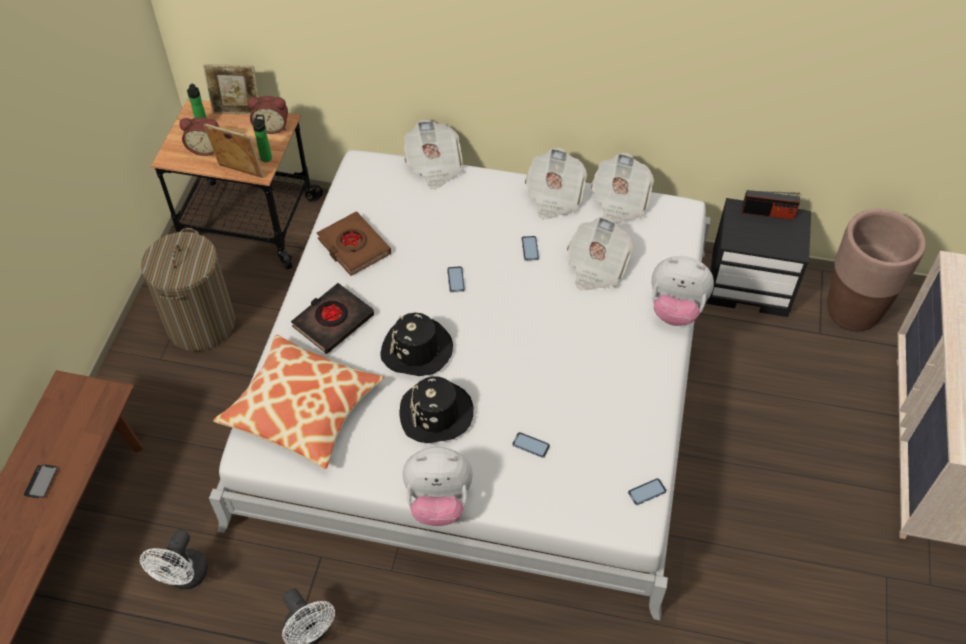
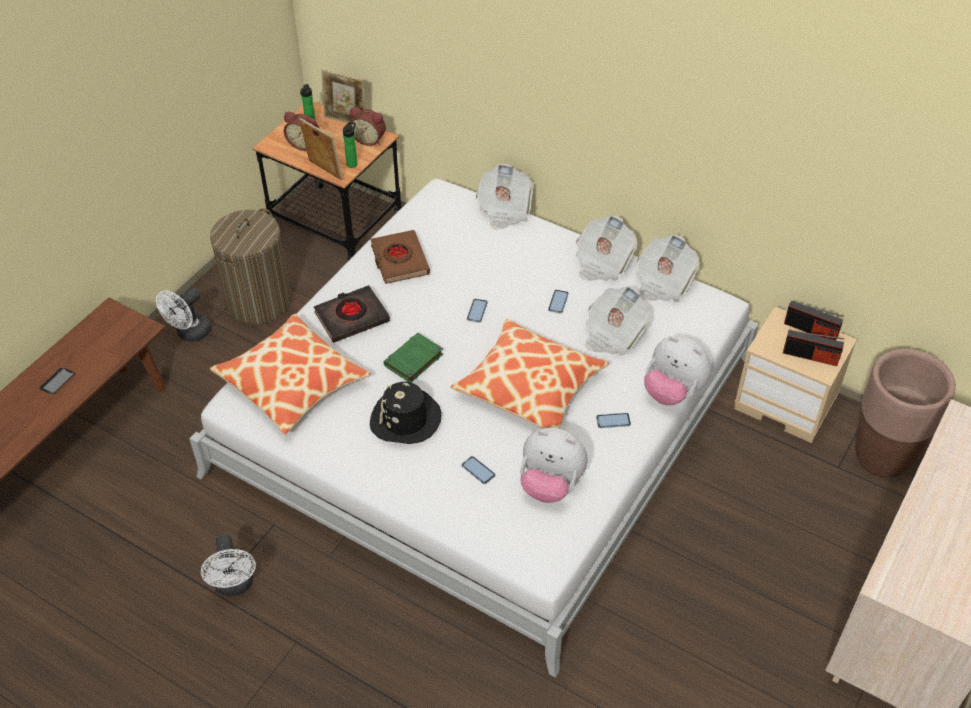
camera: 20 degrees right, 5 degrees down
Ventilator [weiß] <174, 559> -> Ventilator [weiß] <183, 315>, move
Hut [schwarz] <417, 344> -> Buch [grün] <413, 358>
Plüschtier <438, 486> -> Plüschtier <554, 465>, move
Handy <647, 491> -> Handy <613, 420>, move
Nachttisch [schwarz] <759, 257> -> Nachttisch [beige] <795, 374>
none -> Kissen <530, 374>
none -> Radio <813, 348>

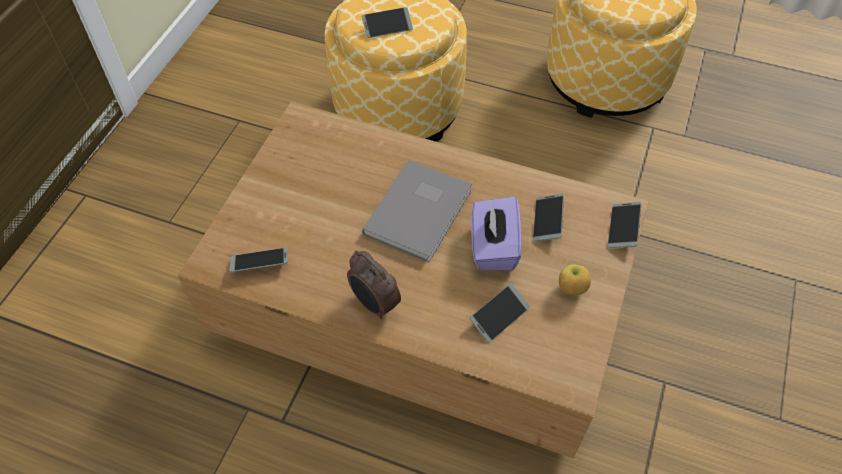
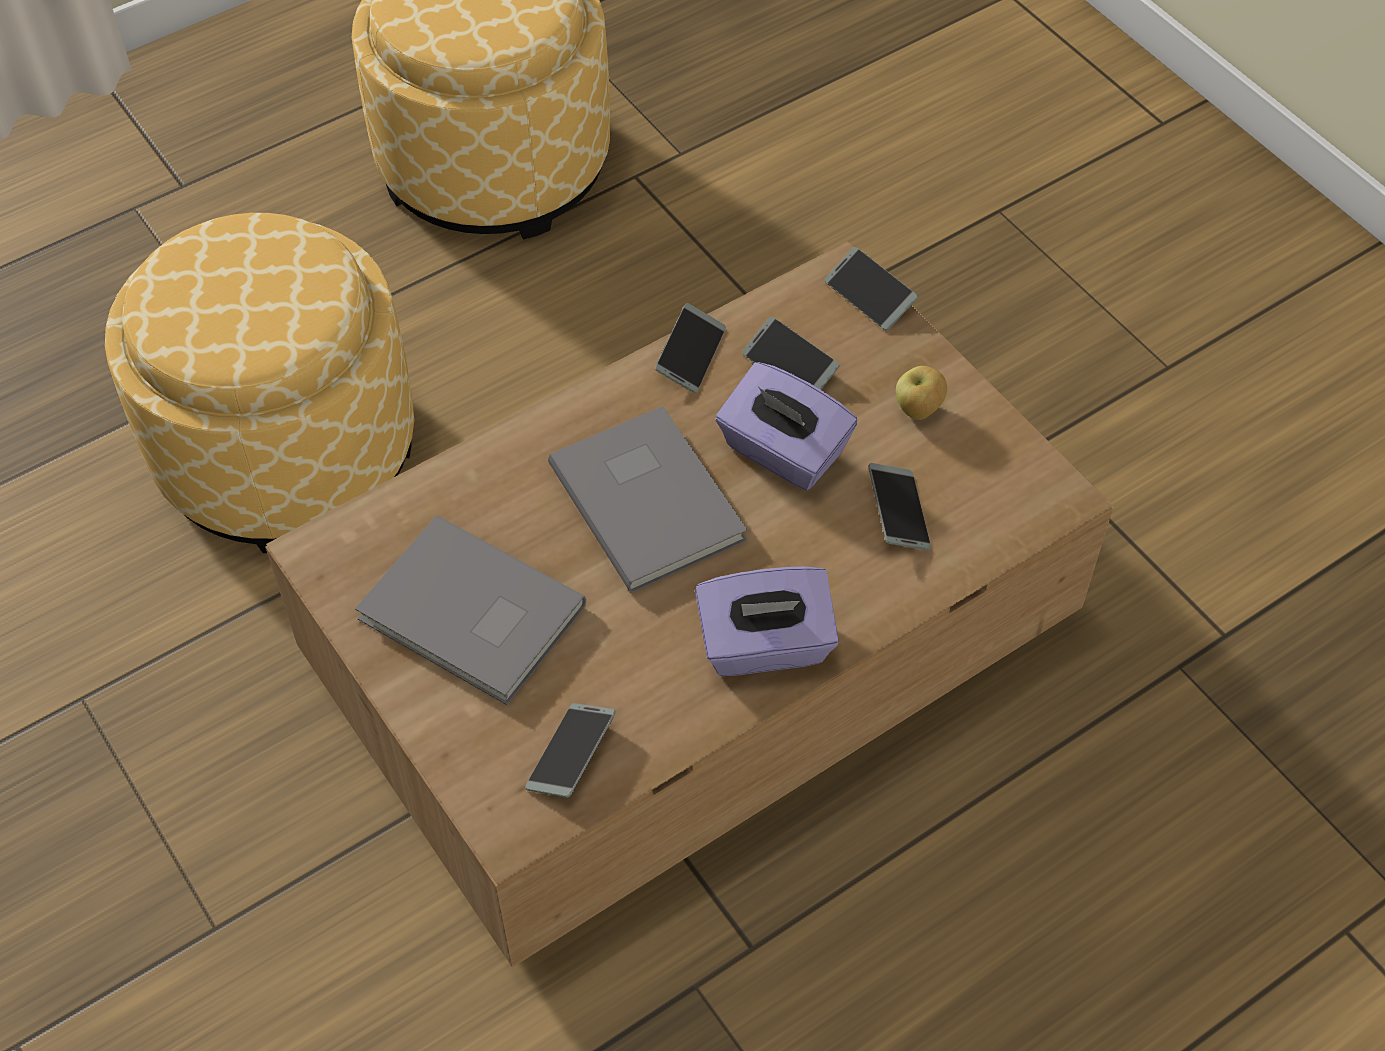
camera: 55 degrees left, 0 degrees up
Wecker <374, 285> -> Taschentuchbox [lila] <767, 621>
Handy <387, 22> -> Handy <690, 348>, move
none -> Buch [grau] <470, 610>

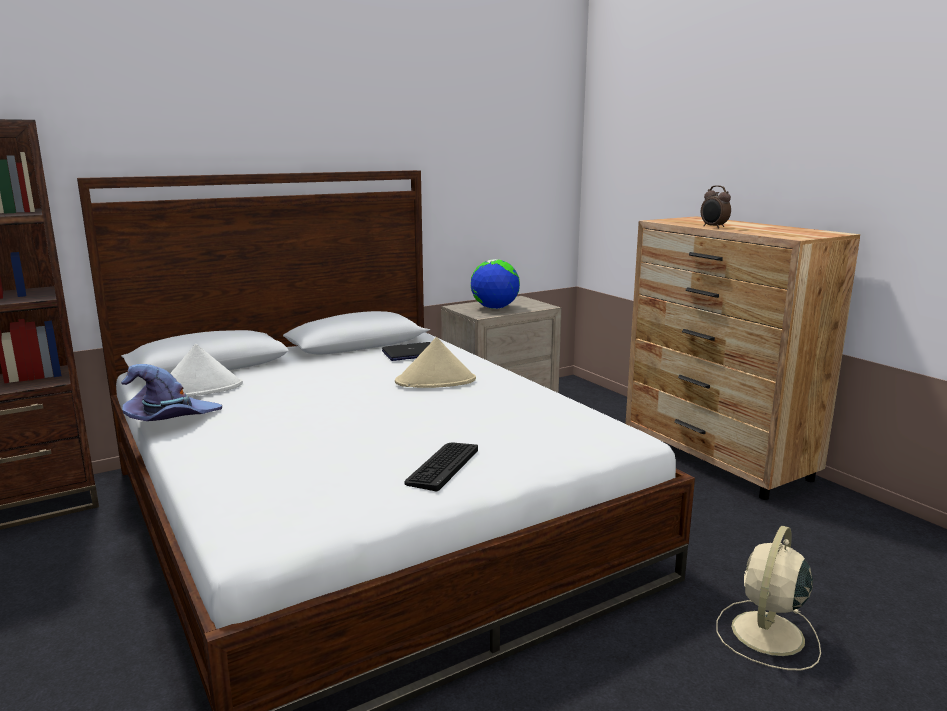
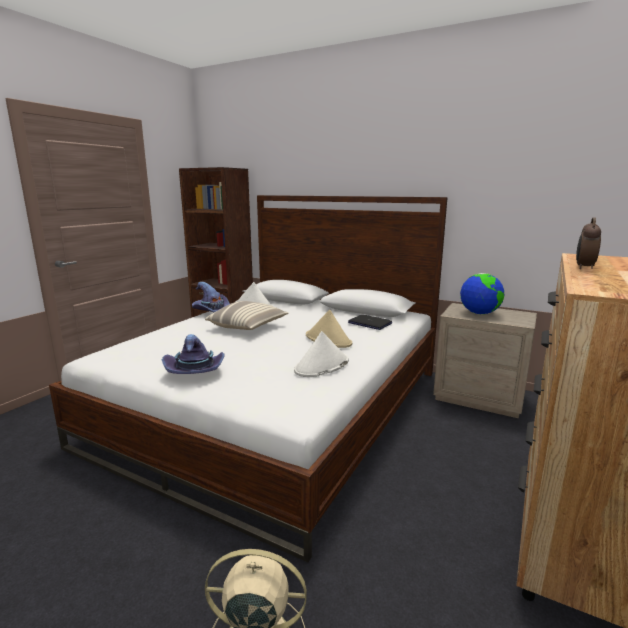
camera: 60 degrees right, 0 degrees up
Tastatur <441, 466> -> Hut [lila] <193, 354>
none -> Kissen <246, 315>
none -> Hut [weiß] <321, 354>

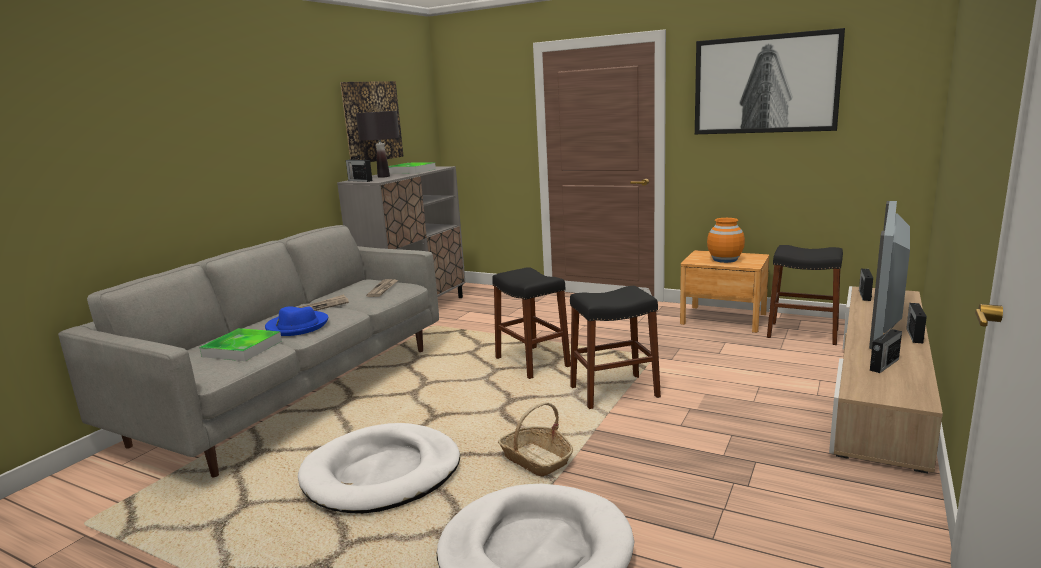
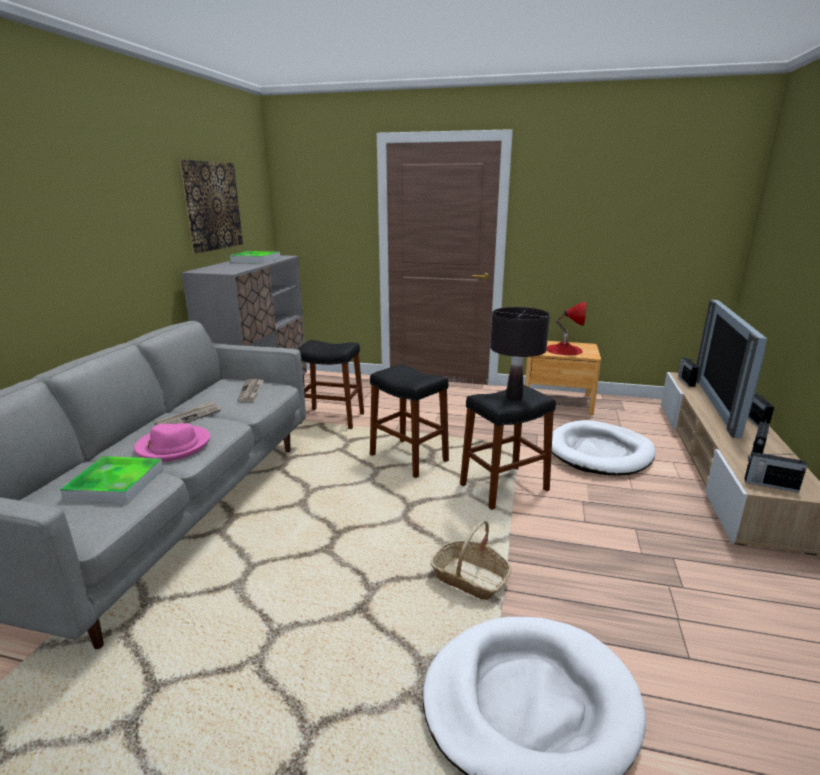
camera: 15 degrees left, 5 degrees up
Hut [blau] <296, 321> -> Hut [rosa] <172, 442>
Hundebett [weiß] <379, 468> -> Hundebett [weiß] <604, 448>, move
Radio <359, 168> -> Radio <775, 472>, move
Tischlampe [schwarz] <377, 144> -> Tischlampe [schwarz] <520, 353>, move
Bild <770, 81> -> none
Vase [orange] <726, 240> -> Tischlampe [rot] <566, 328>
Hocker [schwarz] <805, 295> -> Hocker [schwarz] <330, 384>, move

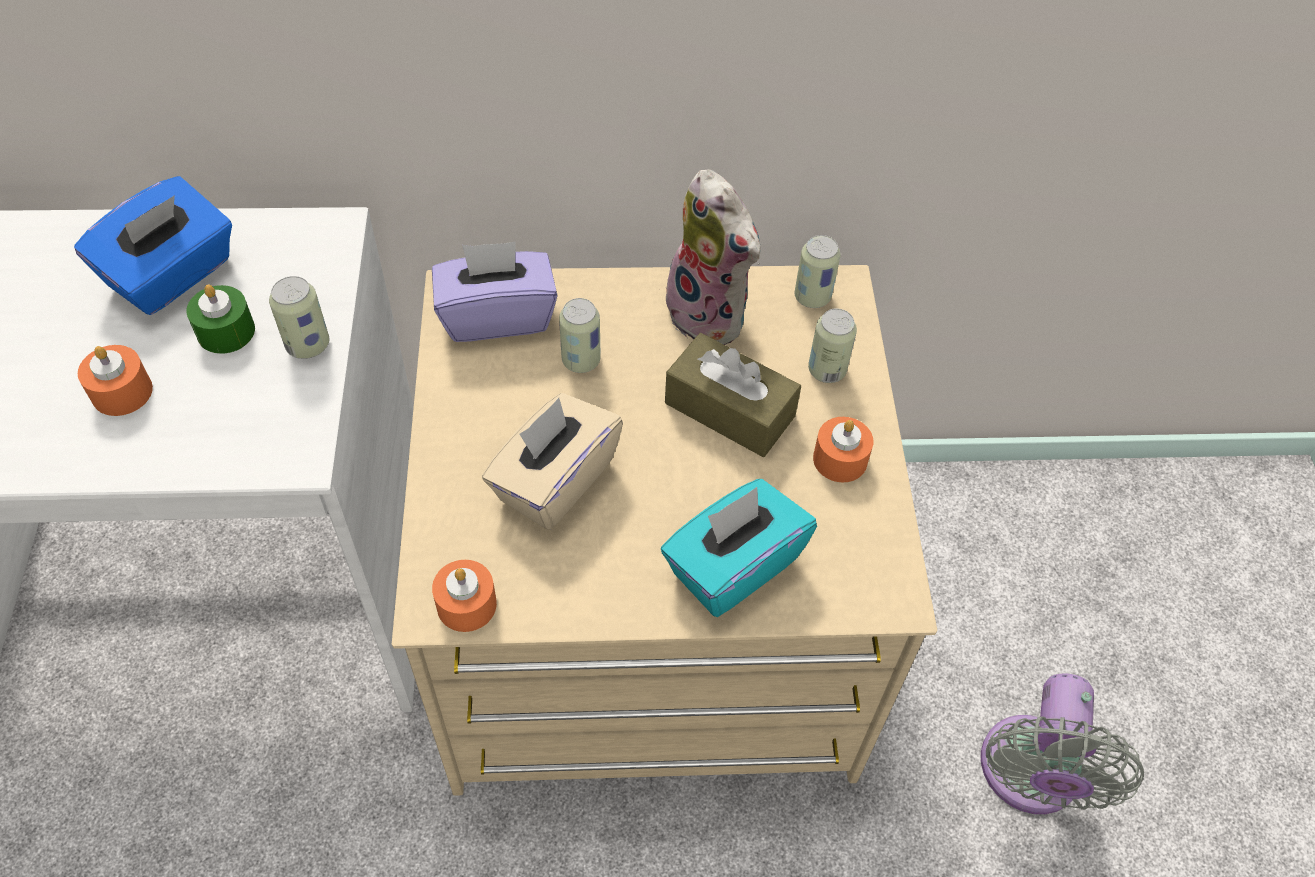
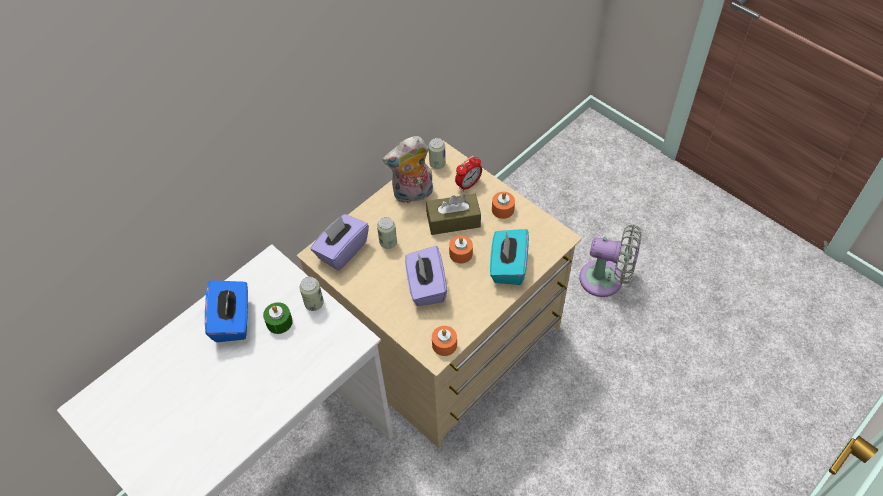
camera: 40 degrees left, 0 degrees up
Kerze [orange] <115, 380> -> Kerze [orange] <461, 249>, move
Taschentuchbox [beige] <552, 461> -> Taschentuchbox [lila] <426, 276>
Plüschtier <710, 257> -> Plüschtier <408, 169>, 150 degrees clockwise
Dose <832, 346> -> Wecker <468, 173>
Ventilator [grau] <1062, 743> -> Ventilator [grau] <610, 261>, 45 degrees counterclockwise

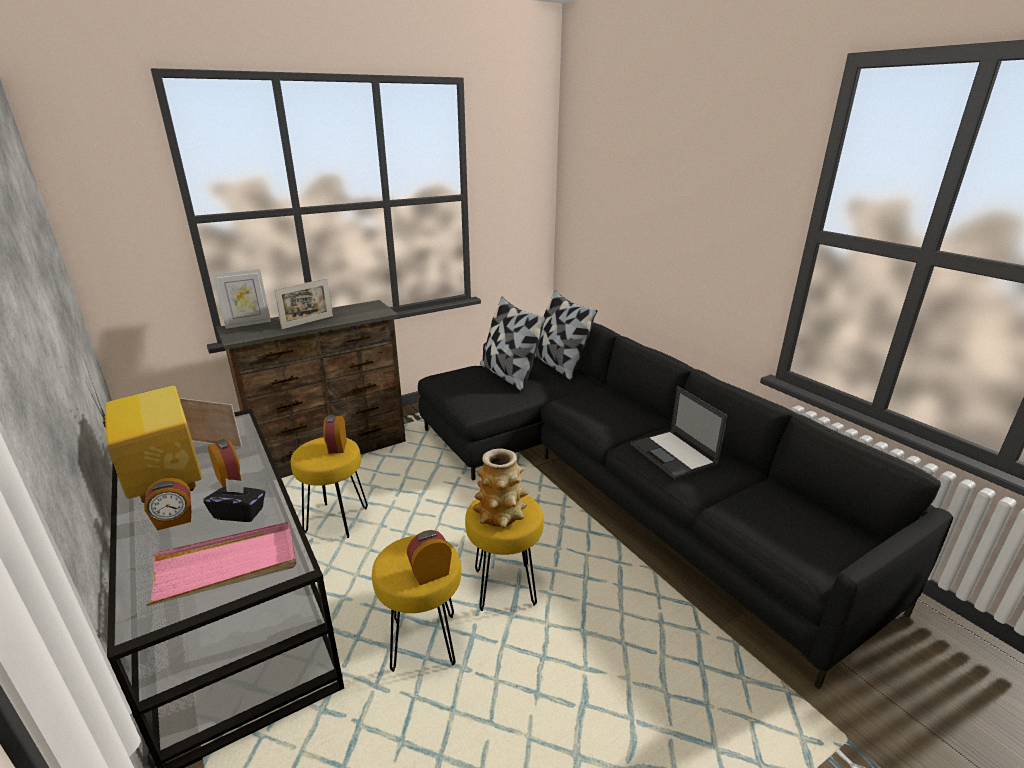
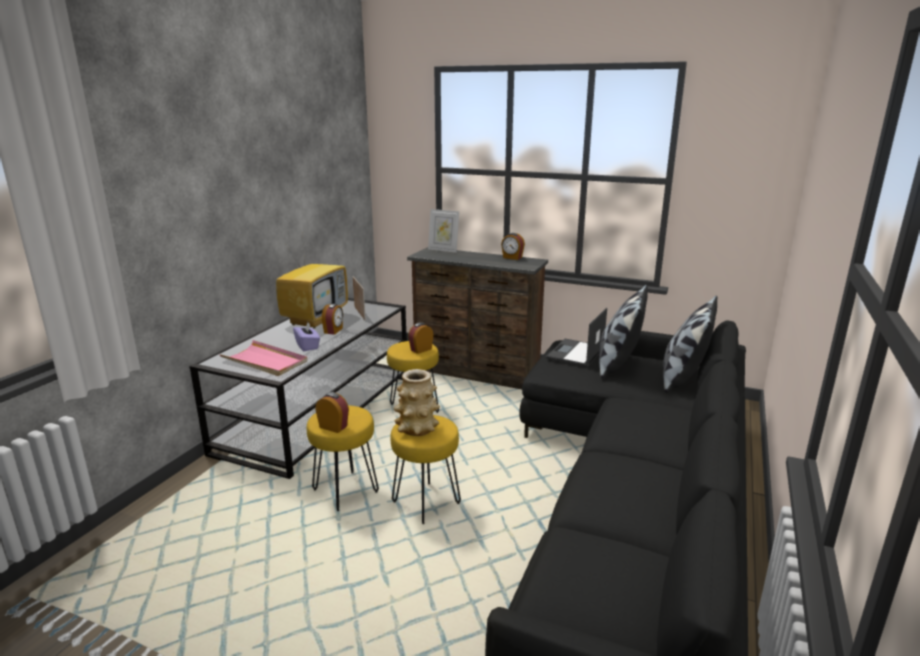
camera: 55 degrees right, 5 degrees down
Wecker <167, 504> -> Wecker <513, 246>, move
Taschentuchbox [schwarz] <234, 500> -> Taschentuchbox [lila] <306, 336>
Bilderrahmen <303, 303> -> none
Laptop <679, 432> -> Laptop <576, 337>, move

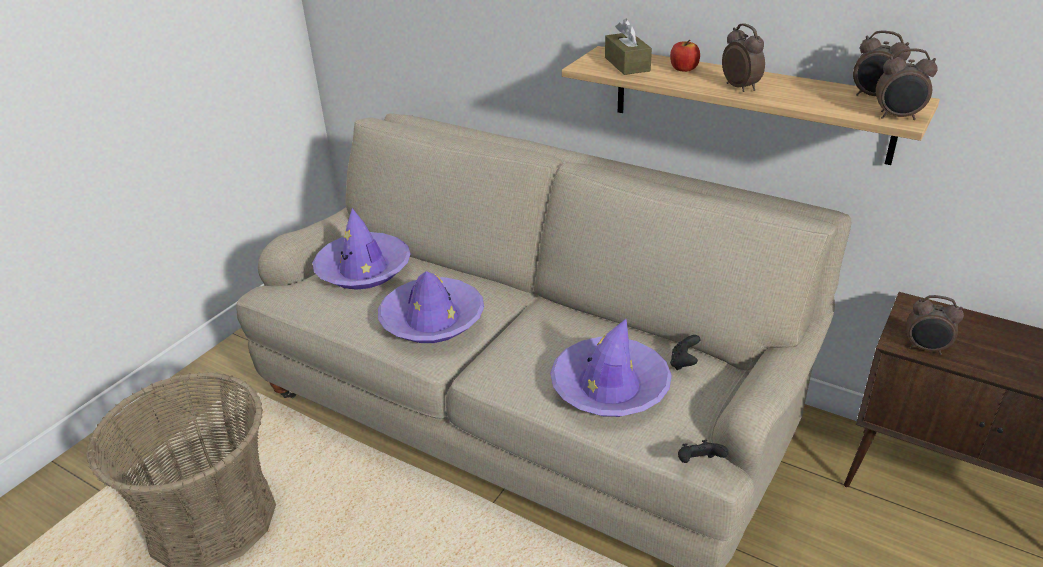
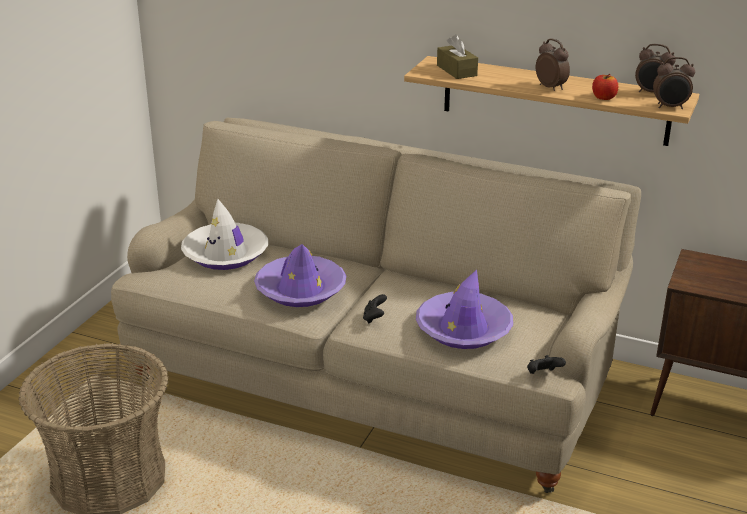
camera: 10 degrees left, 5 degrees down
Hut [lila] <361, 249> -> Hut [weiß] <224, 234>
Apfel <685, 56> -> Apfel <605, 87>, move
Gamepad [schwarz] <685, 352> -> Gamepad [schwarz] <375, 309>, move
Wecker <935, 325> -> none

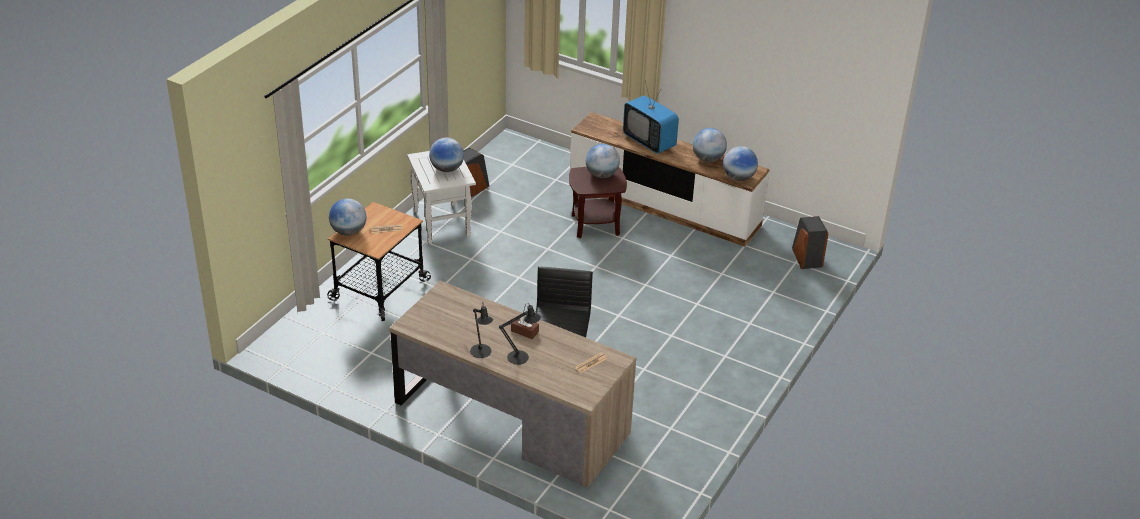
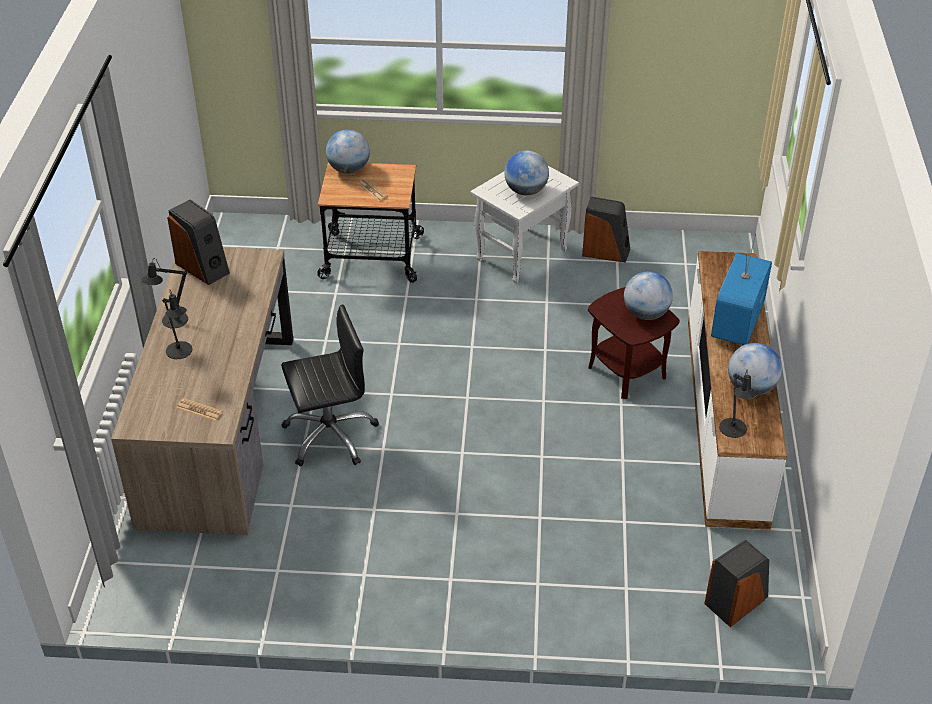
camera: 65 degrees right, 5 degrees up
Taschentuchbox [braun] <525, 327> -> none
Globus <740, 163> -> Tischlampe [schwarz] <738, 404>
none -> Lautsprecher <198, 242>

